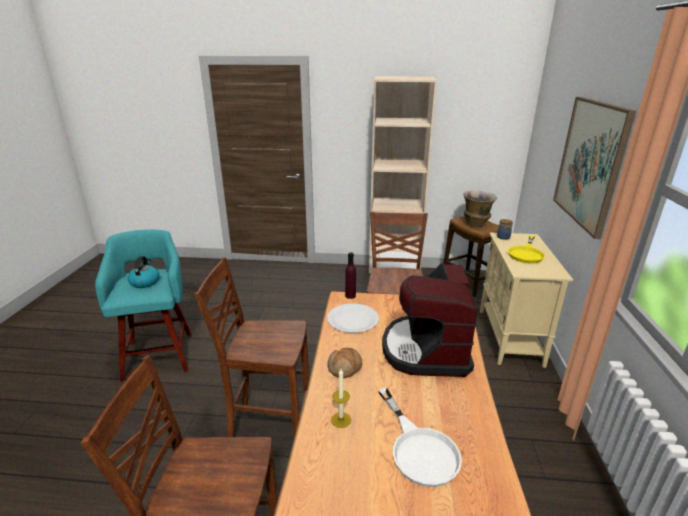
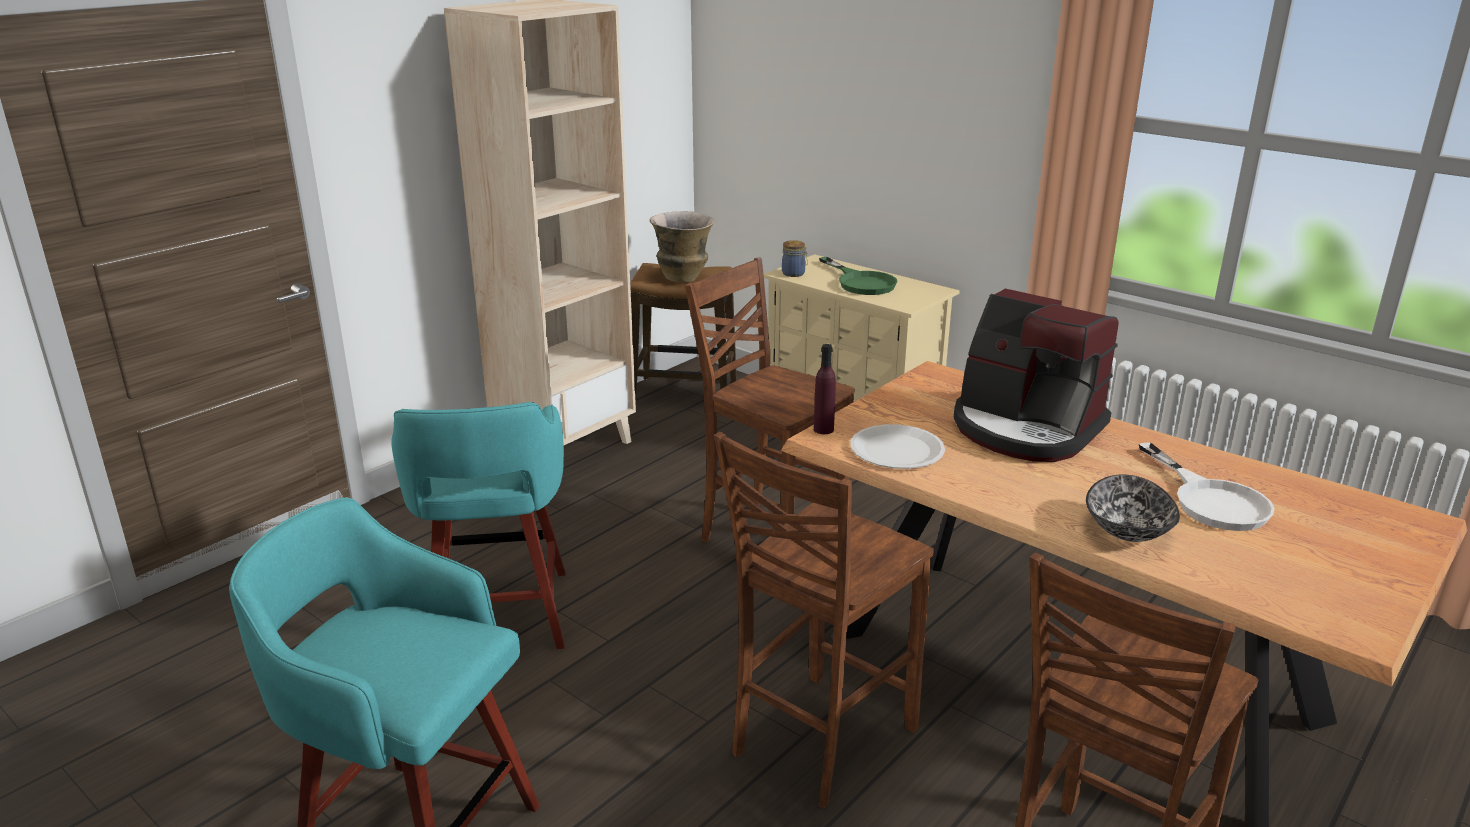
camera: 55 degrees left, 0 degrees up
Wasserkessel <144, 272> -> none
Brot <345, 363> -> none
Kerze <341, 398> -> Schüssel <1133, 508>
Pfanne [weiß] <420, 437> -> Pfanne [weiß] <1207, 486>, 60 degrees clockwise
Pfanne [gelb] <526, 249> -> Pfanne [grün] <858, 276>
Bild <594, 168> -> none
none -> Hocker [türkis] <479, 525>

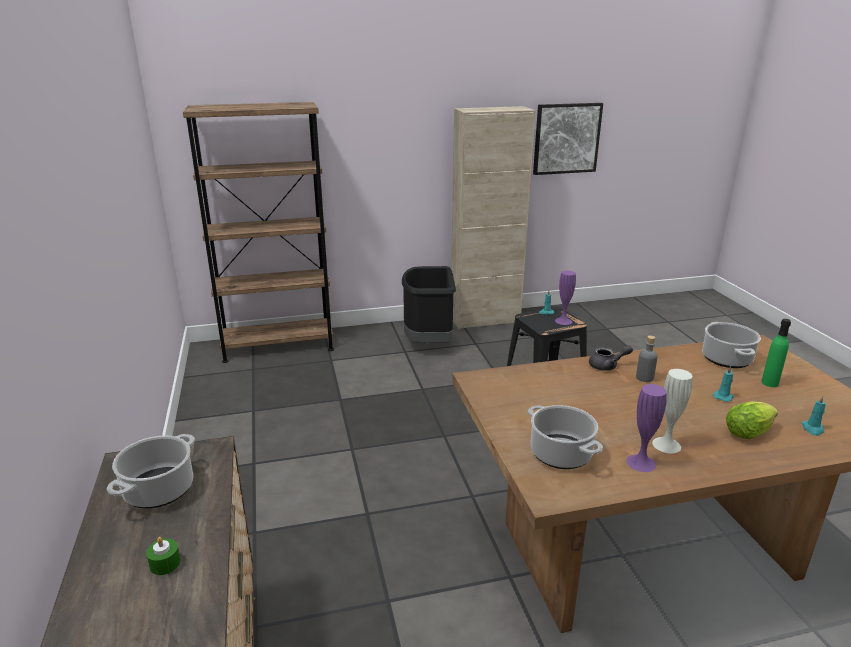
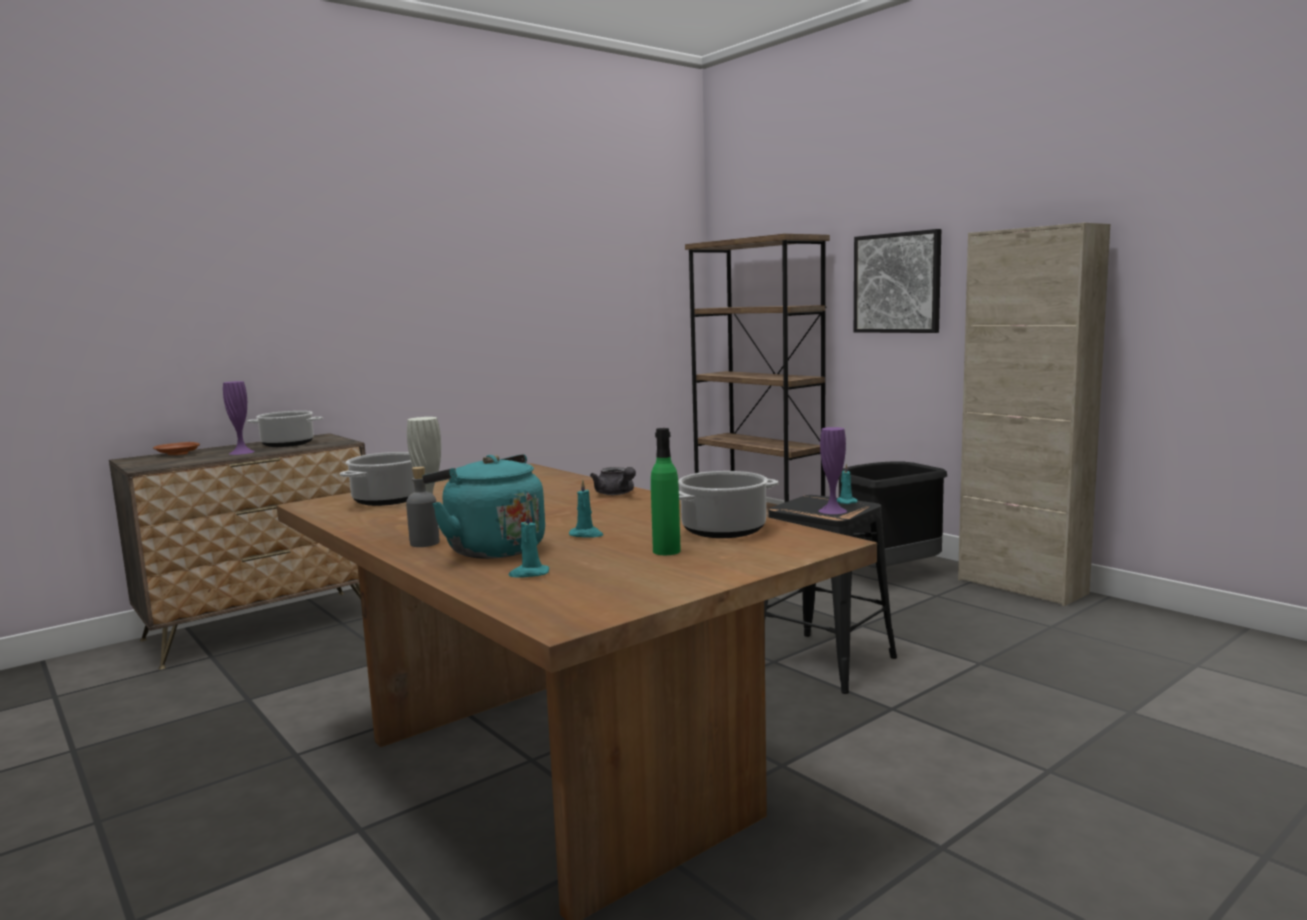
camera: 65 degrees right, 15 degrees down
Kerze [grün] <163, 556> -> none
Bild <568, 139> -> Bild <897, 281>, move
Vase [lila] <646, 428> -> Vase [lila] <239, 418>, move
Flasche [grau] <647, 359> -> Flasche [grau] <423, 507>, move
Salatkopf <752, 420> -> Wasserkessel [türkis] <483, 506>
none -> Teller [braun] <176, 448>

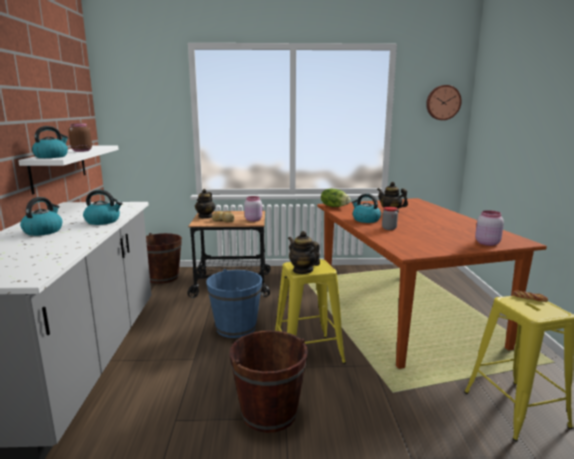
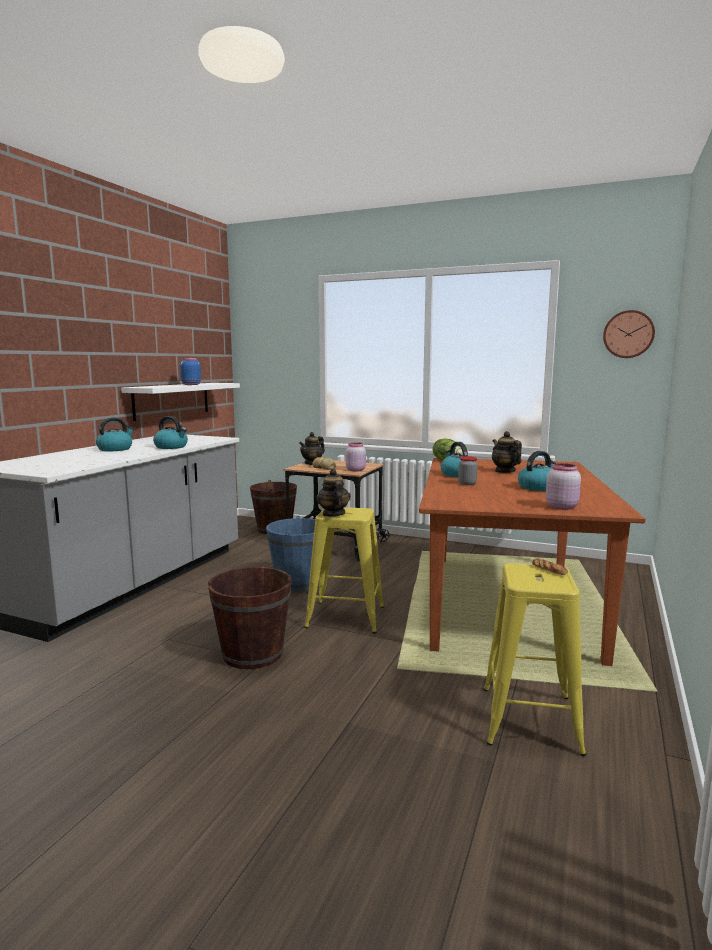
camera: 25 degrees right, 5 degrees down
Wasserkessel <50, 142> -> Wasserkessel <537, 471>, move
Vorratsglas [braun] <80, 137> -> Vorratsglas [blau] <190, 371>

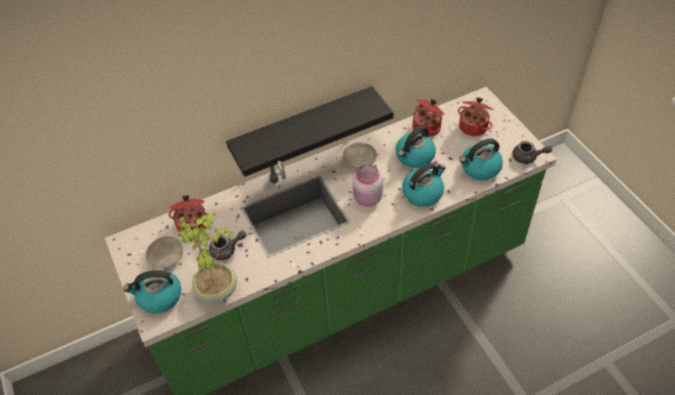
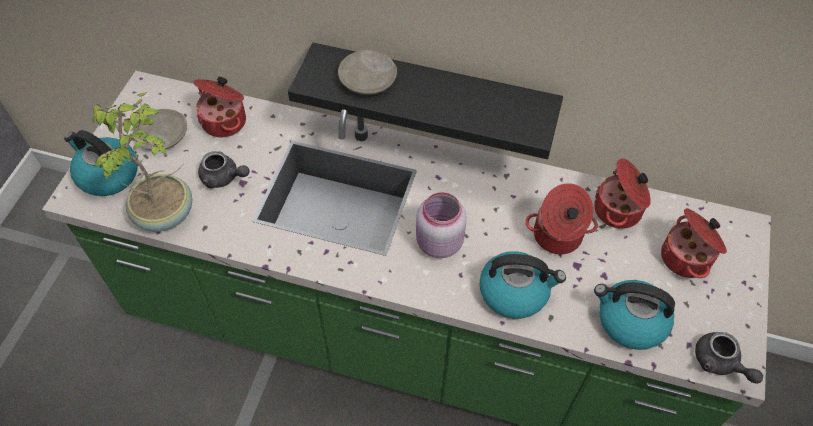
camera: 40 degrees right, 5 degrees up
Teller [beige] <360, 155> -> Teller [beige] <367, 72>, move
Wasserkessel <415, 146> -> Kochtopf <561, 218>

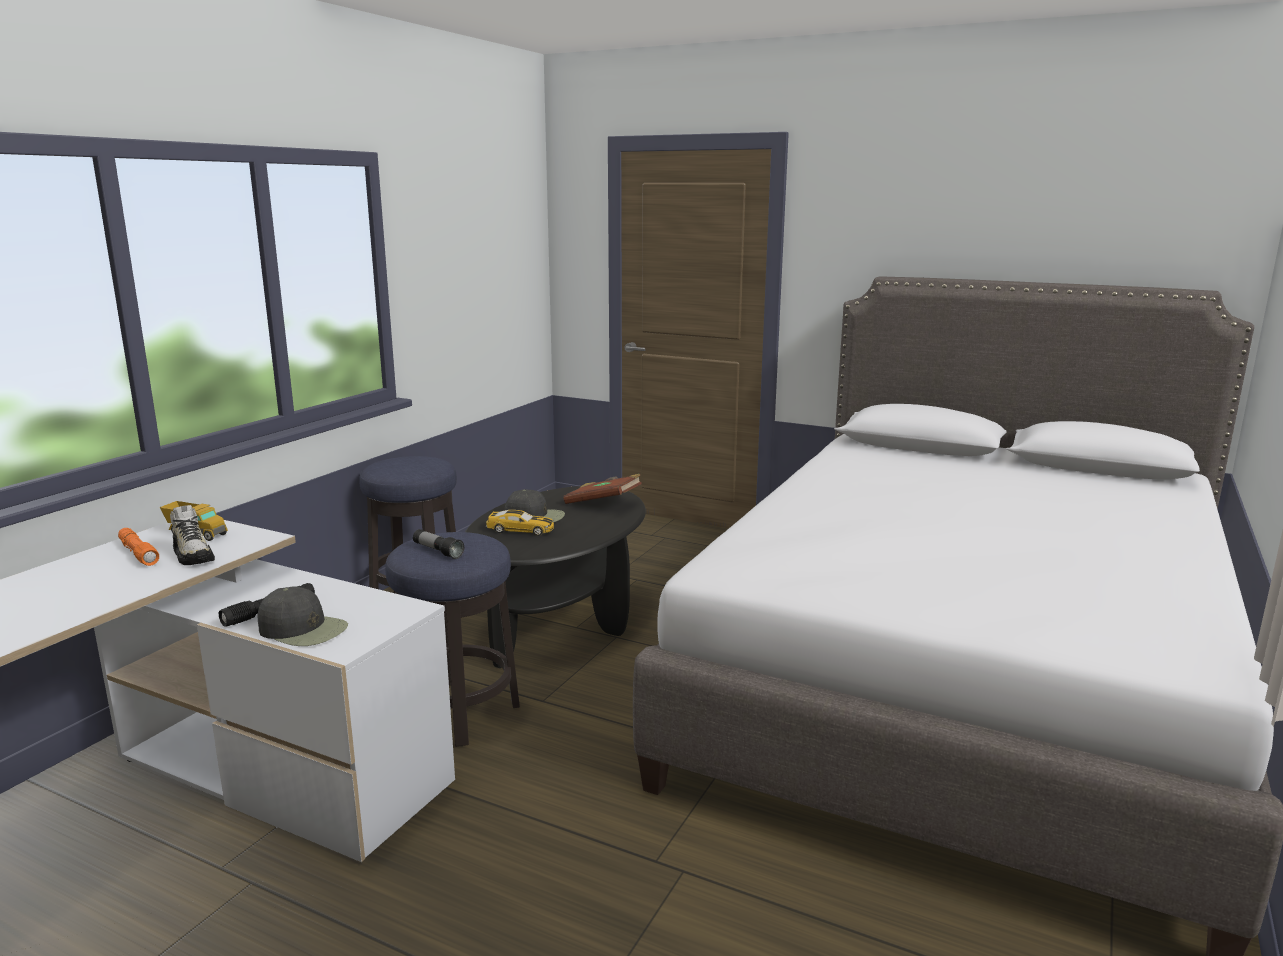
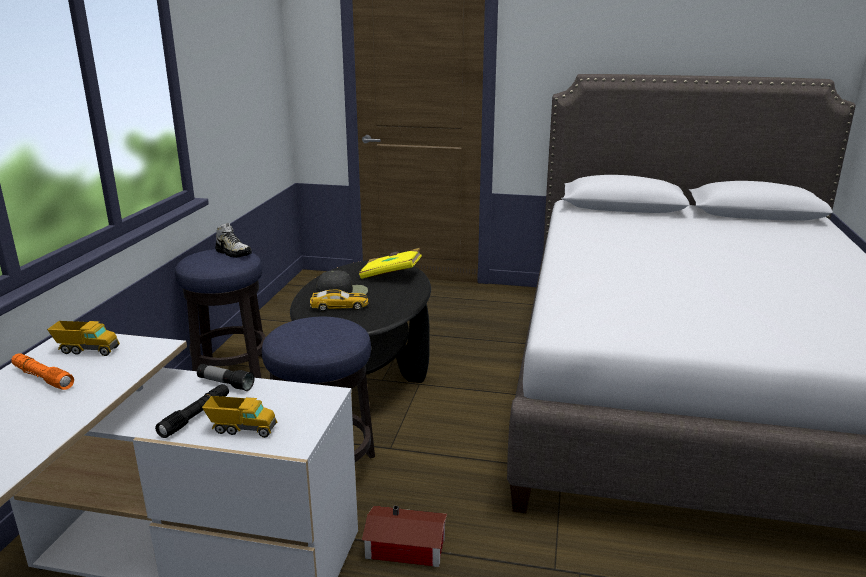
camera: 15 degrees left, 5 degrees up
Schuh <192, 535> -> Schuh <233, 240>, move
Kappe [schwarz] <302, 616> -> Spielzeuglaster <239, 417>
Taschenlampe <438, 544> -> Taschenlampe <225, 377>, move
Buch [braun] <602, 489> -> Buch [gelb] <390, 263>
none -> Spielzeughaus <404, 536>

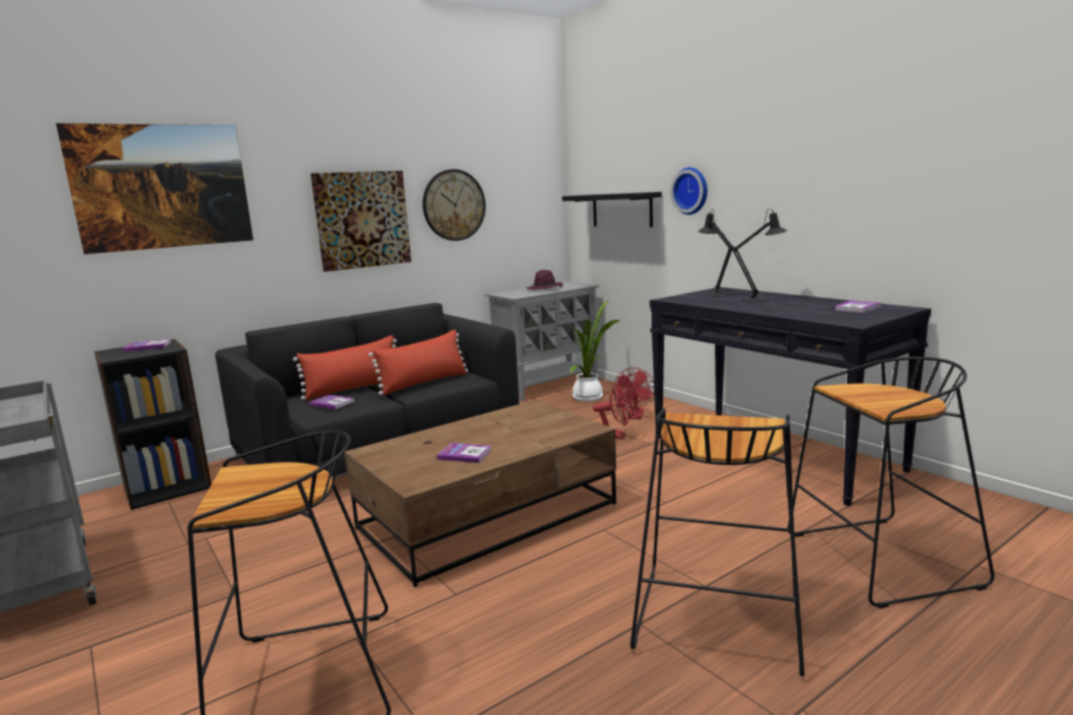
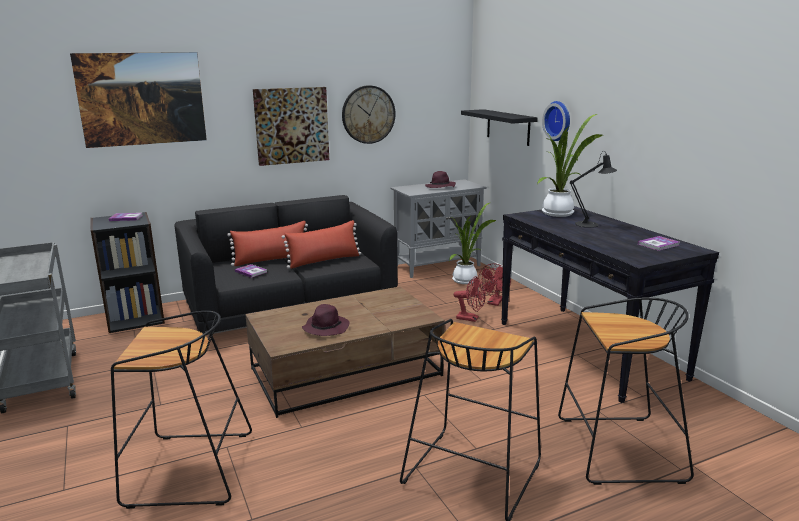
camera: 10 degrees right, 5 degrees up
Buch <464, 453> -> Hut [lila] <326, 320>
Tischlampe [schwarz] <716, 252> -> Topfpflanze <569, 165>

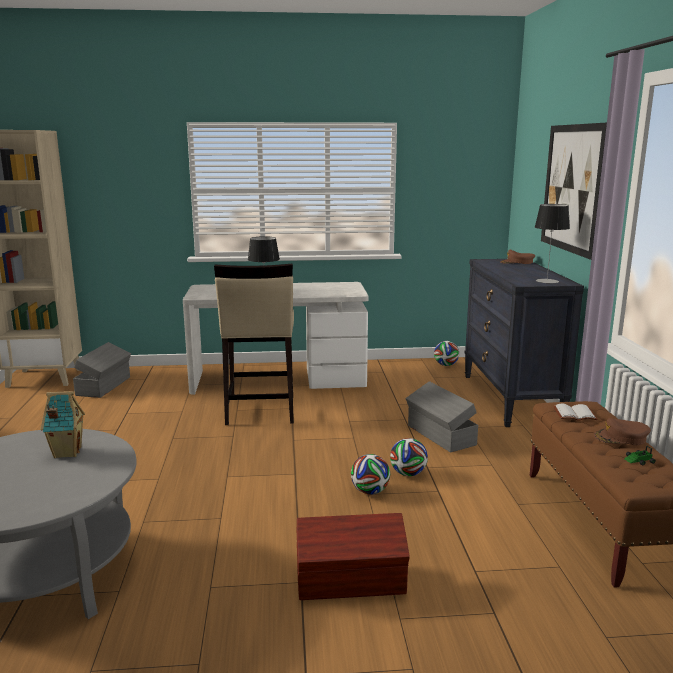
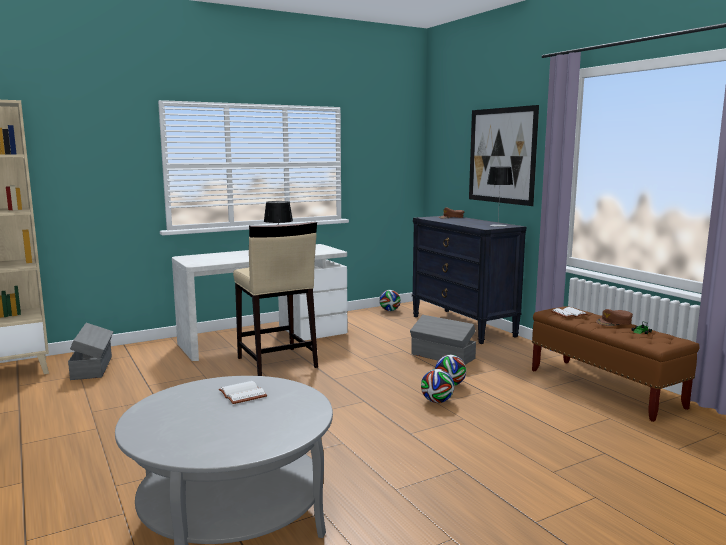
camera: 25 degrees left, 5 degrees down
Spielzeughaus <63, 424> -> Buch [weiß] <243, 392>
Aufbewahrungsbox [braun] <353, 556> -> none

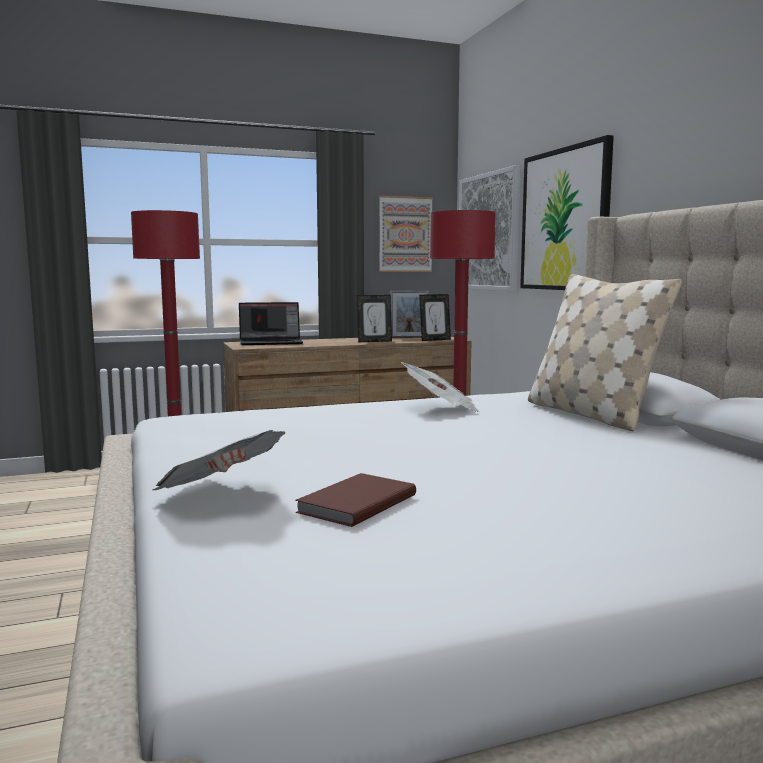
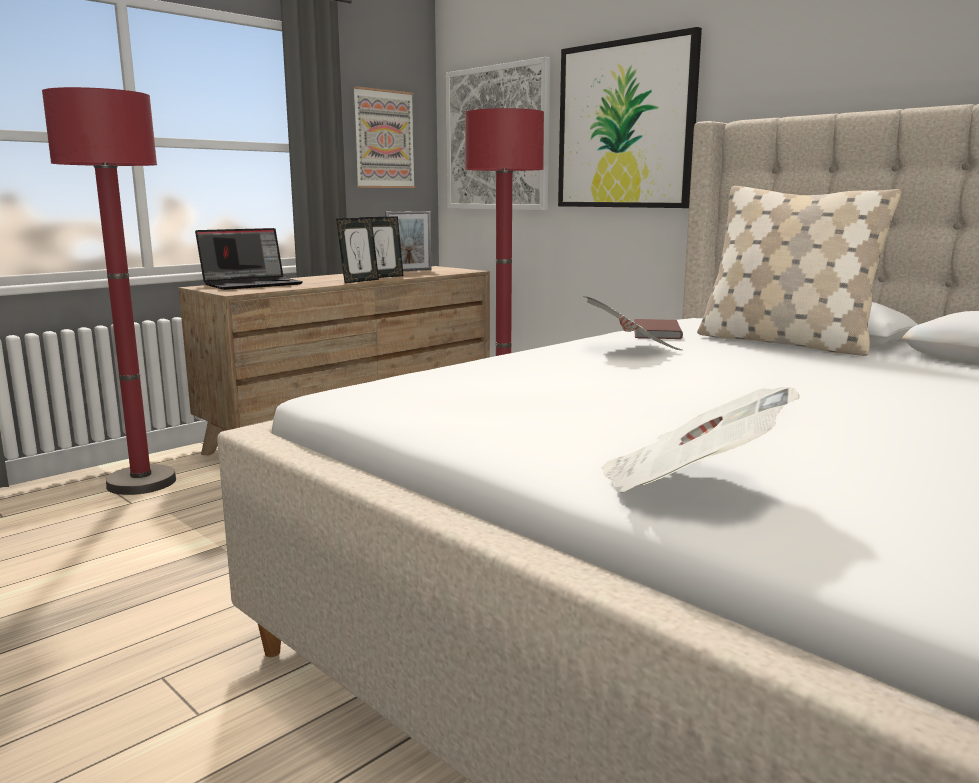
camera: 25 degrees left, 5 degrees up
Buch [braun] <355, 500> -> Buch [braun] <658, 329>, move
Bilderrahmen <435, 317> -> Bilderrahmen <357, 251>, move

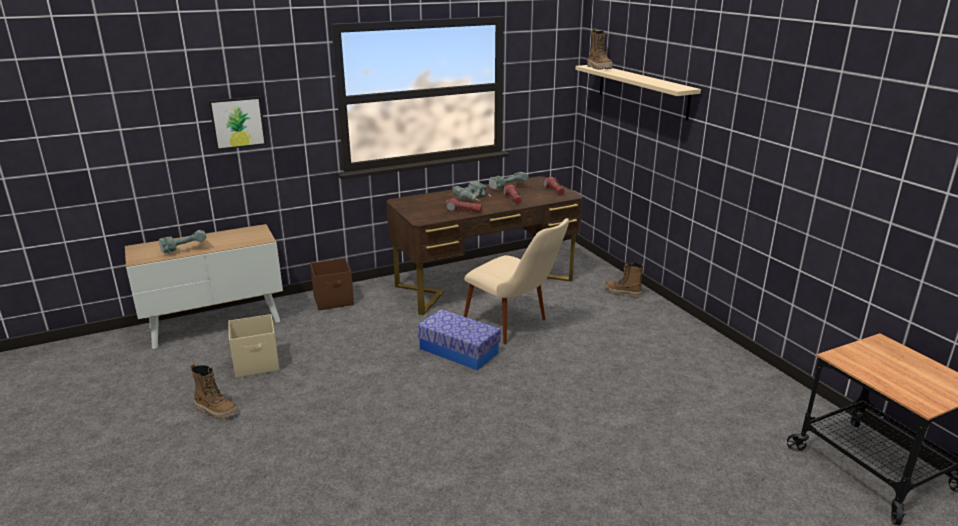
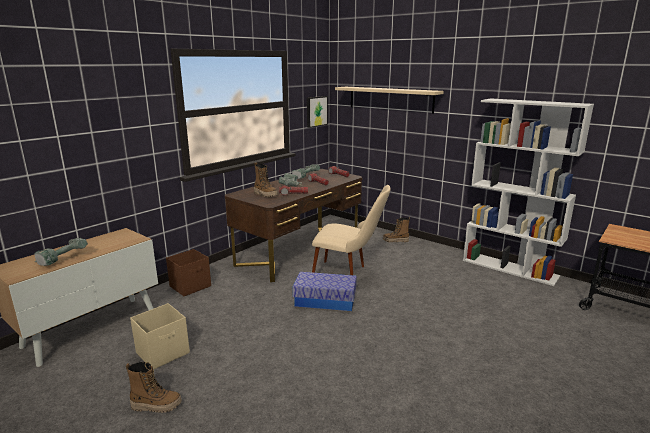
camera: 25 degrees left, 5 degrees down
Bild <237, 123> -> Bild <317, 112>, move
Stiefel <600, 49> -> Stiefel <266, 179>, move
none -> Bücherregal [weiß] <528, 192>

